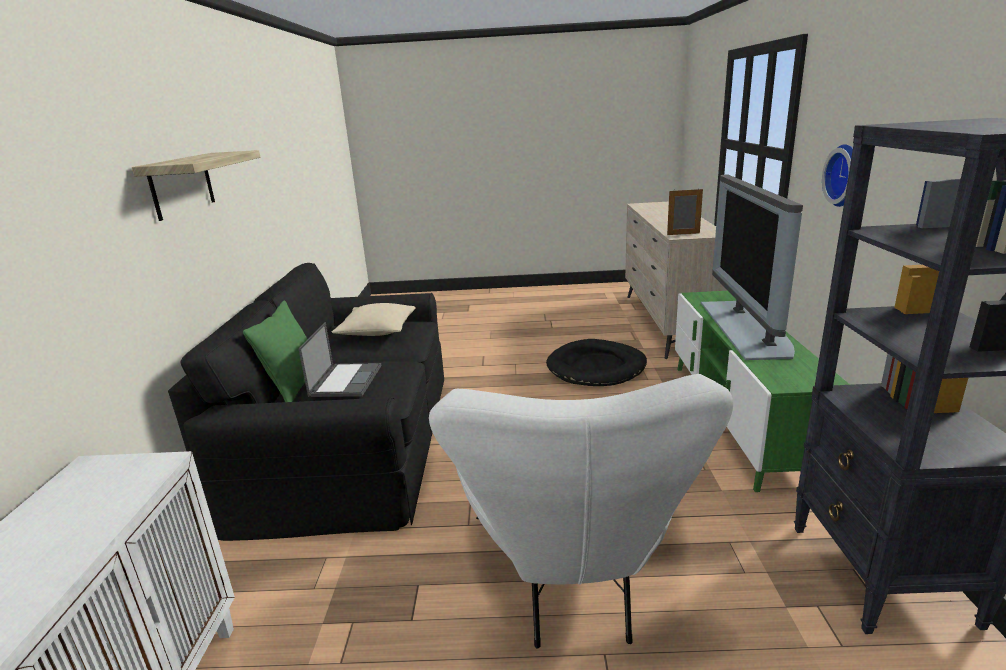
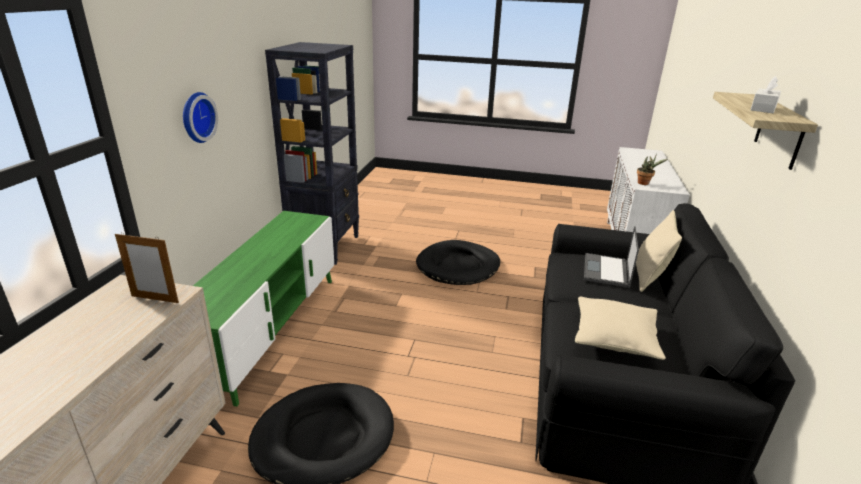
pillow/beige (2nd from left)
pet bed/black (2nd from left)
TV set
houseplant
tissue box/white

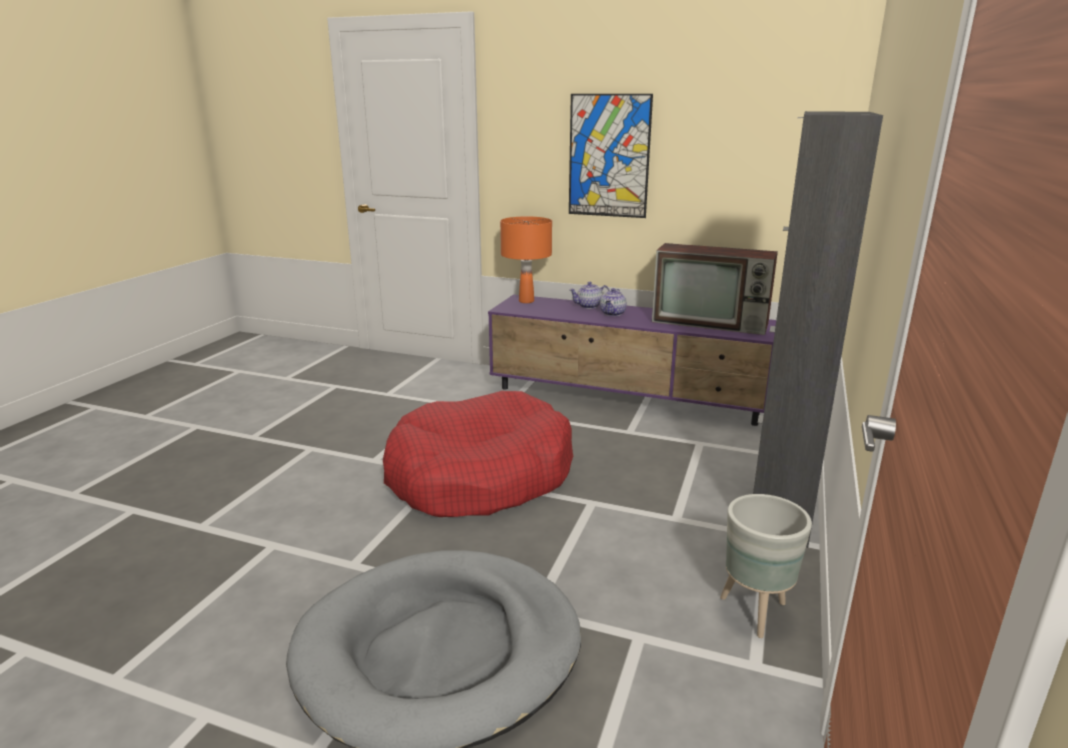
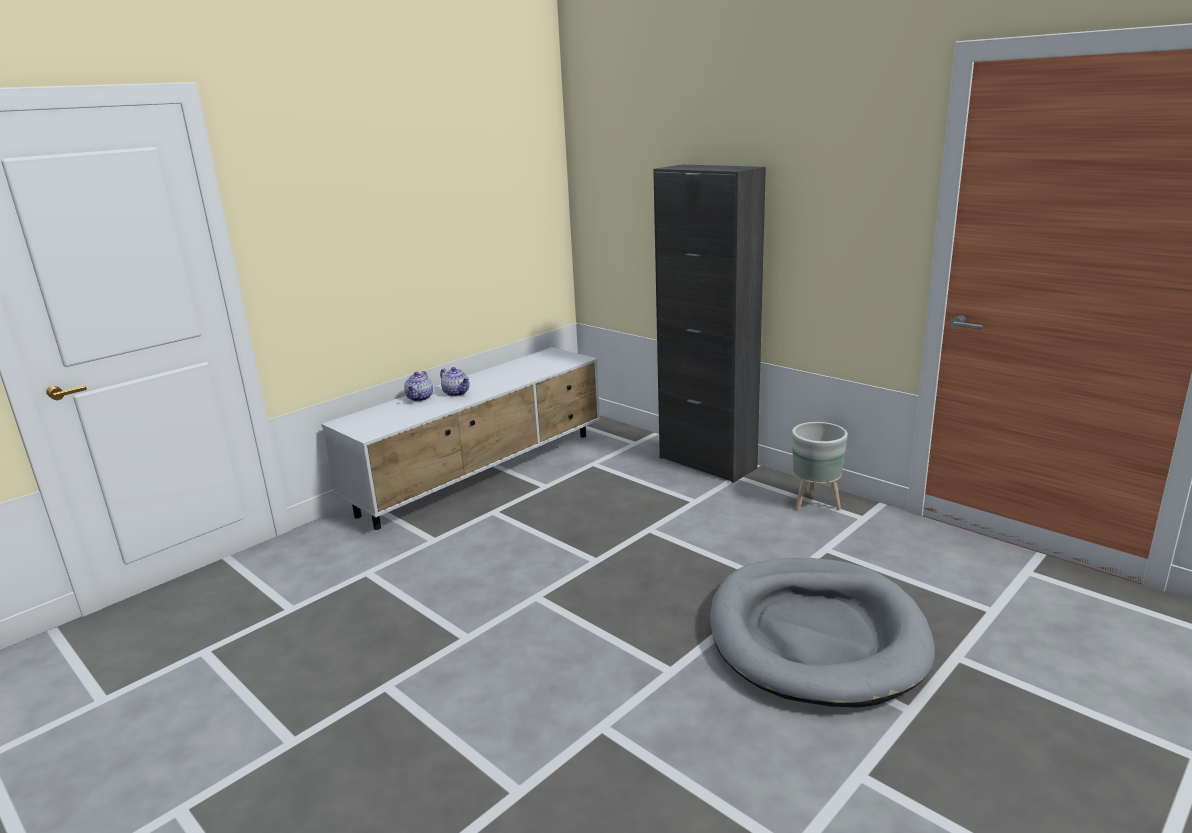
pet bed/red
tv stand/white
tabletop lamp/orange-coloured
picture
TV set

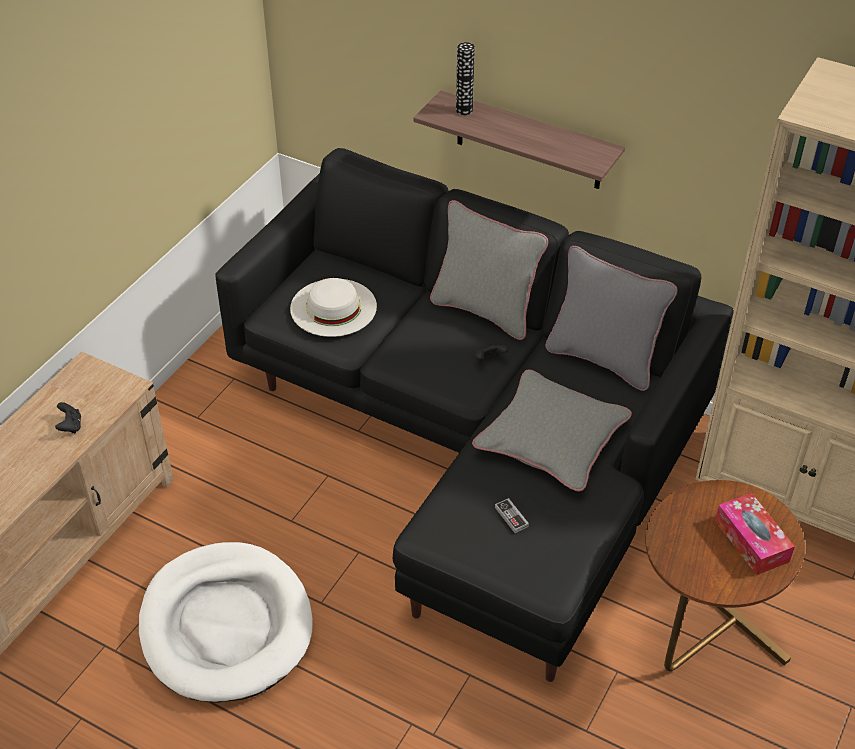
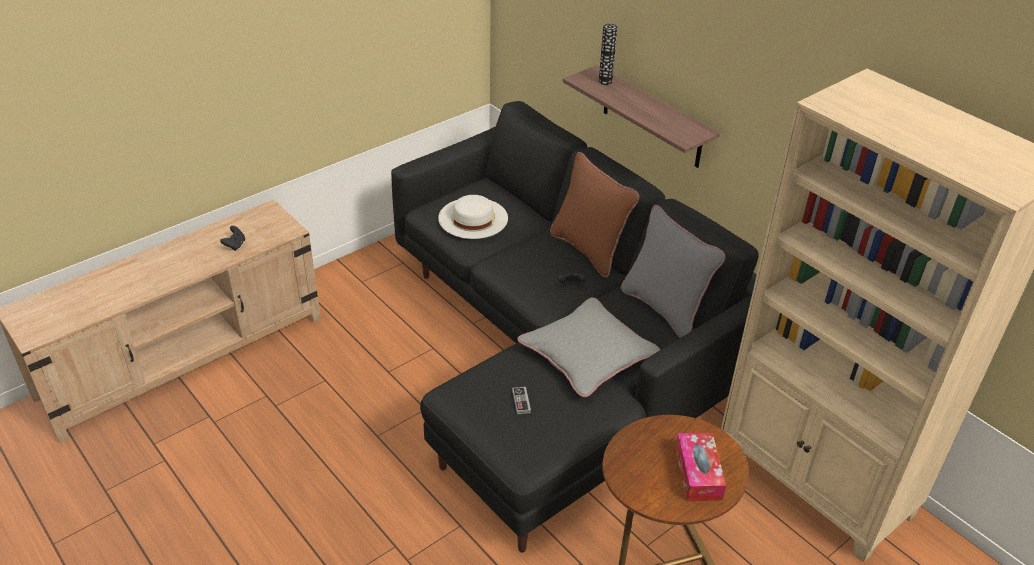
pet bed/white
pillow/brown

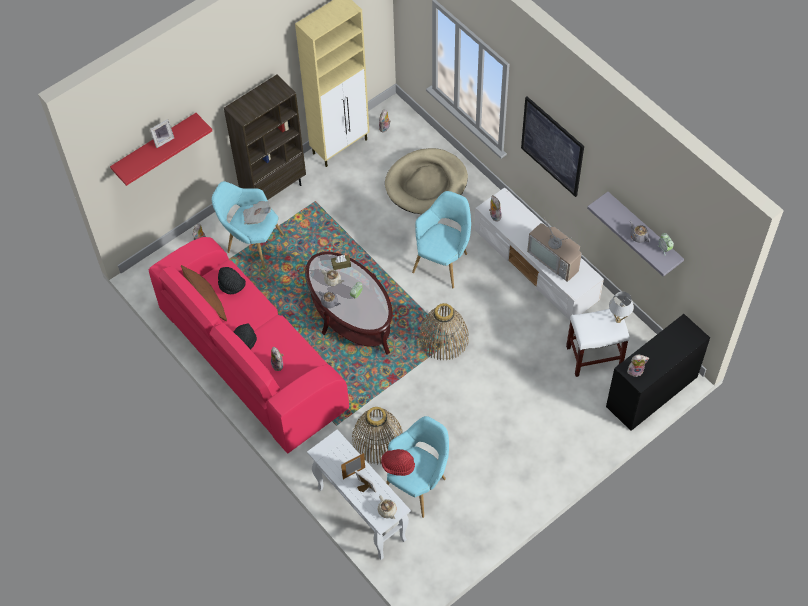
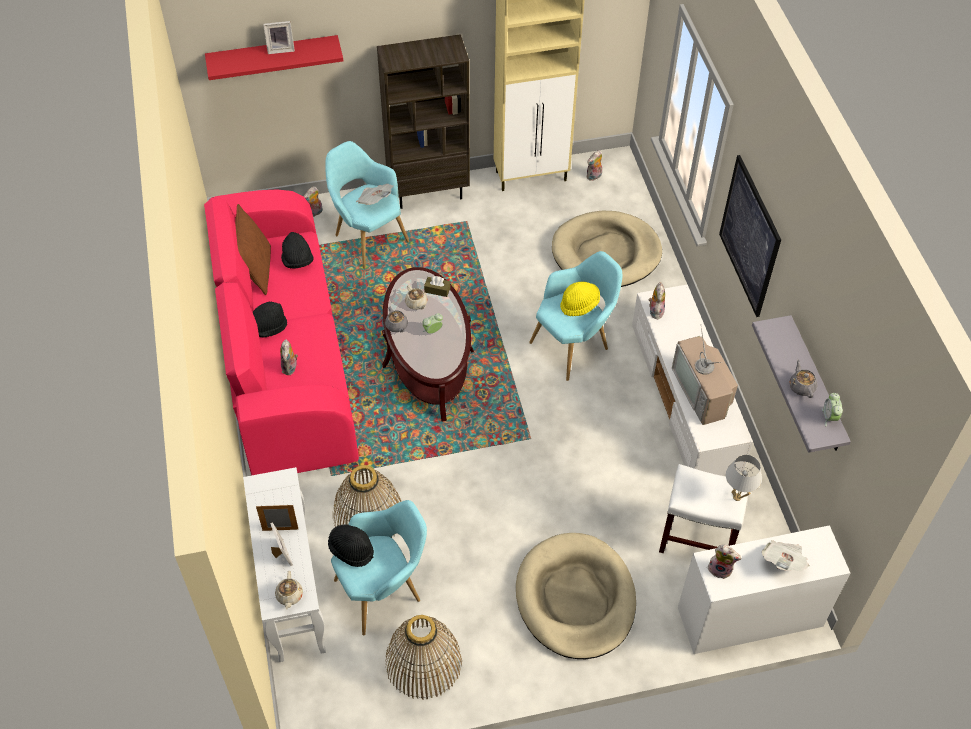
hat/black (3rd from left)
household basket (2nd from left)
desk unit/white
pet bed/beige (1st from left)
hat/yellow-coloured
newspaper (2nd from left)

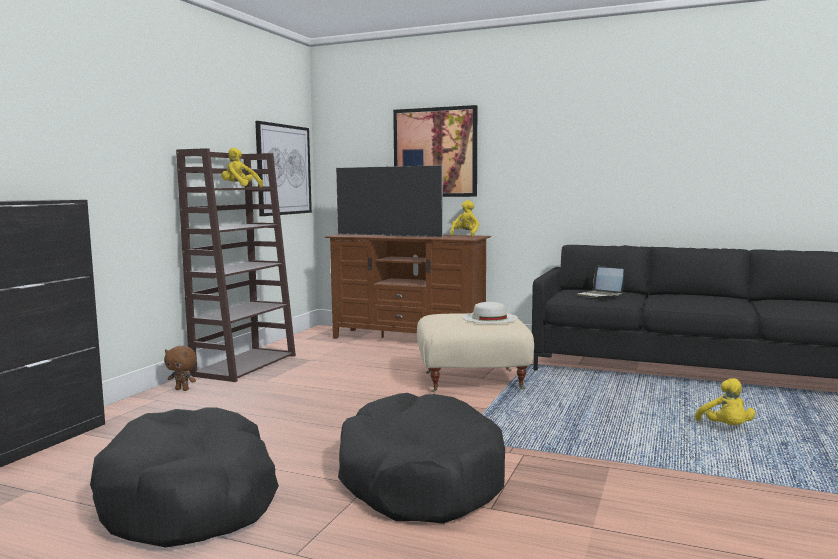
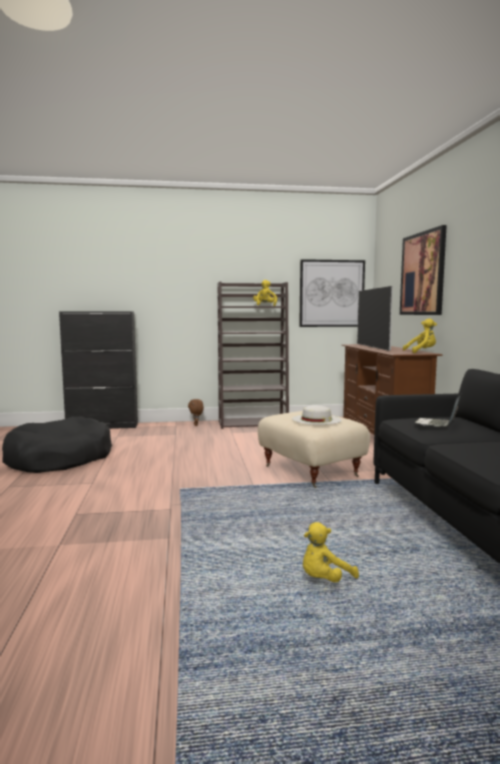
pet bed/black (2nd from left in the first image)

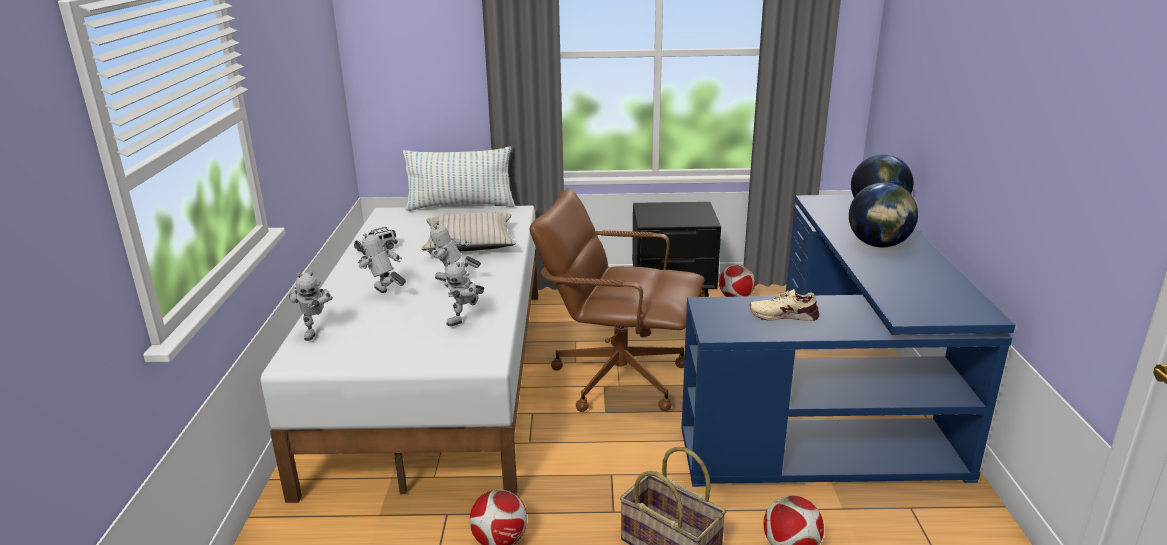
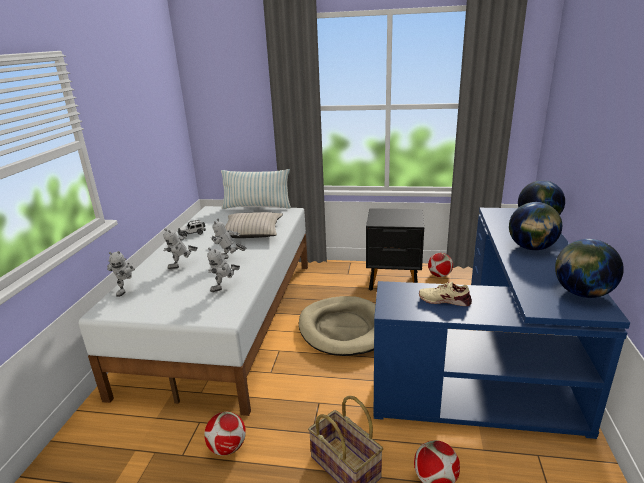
toy robot (2nd from left)
pet bed/beige
world globe (3rd from left)

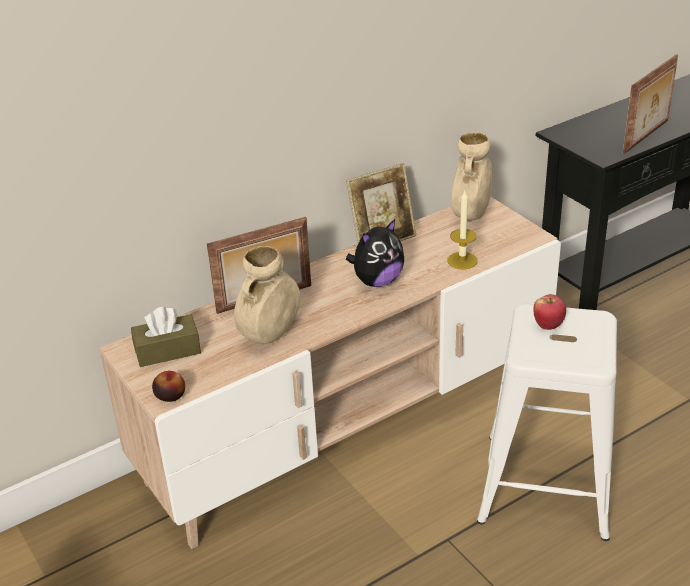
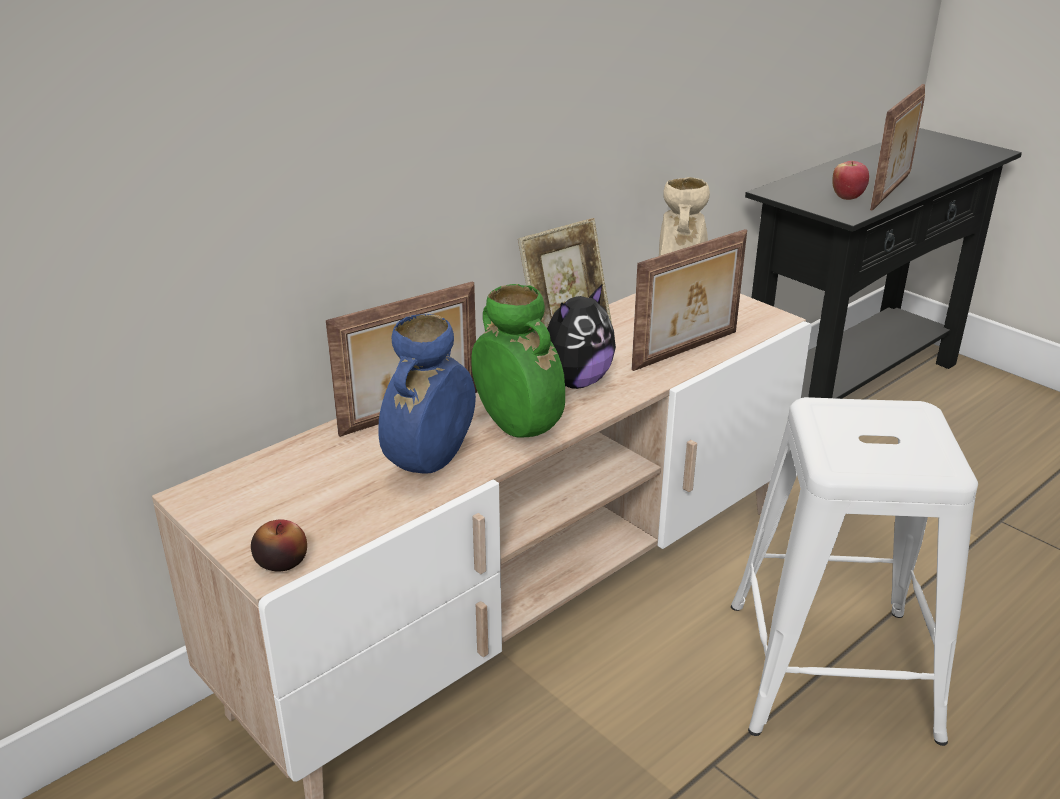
tissue box/brown
flower vase/blue-coloured
photo frame (3rd from left)
apple (2nd from left)
flower vase/green-coloured

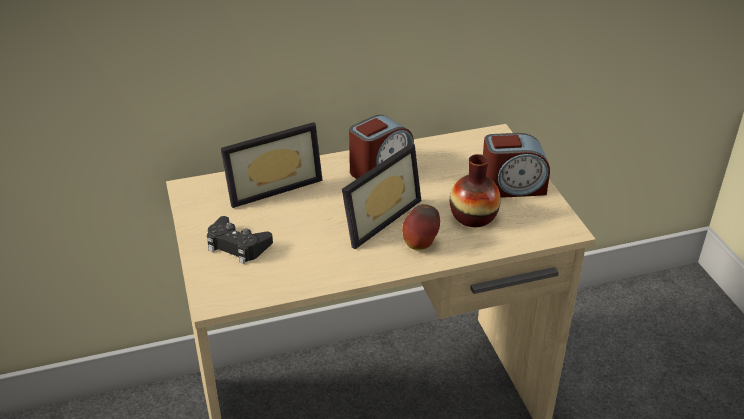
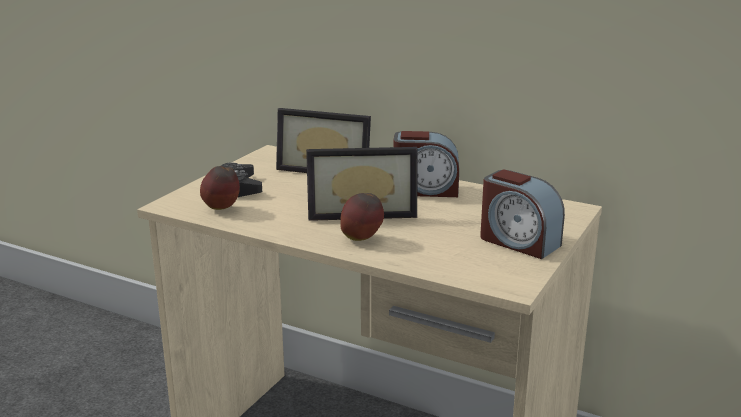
flower vase
apple (1st from left)

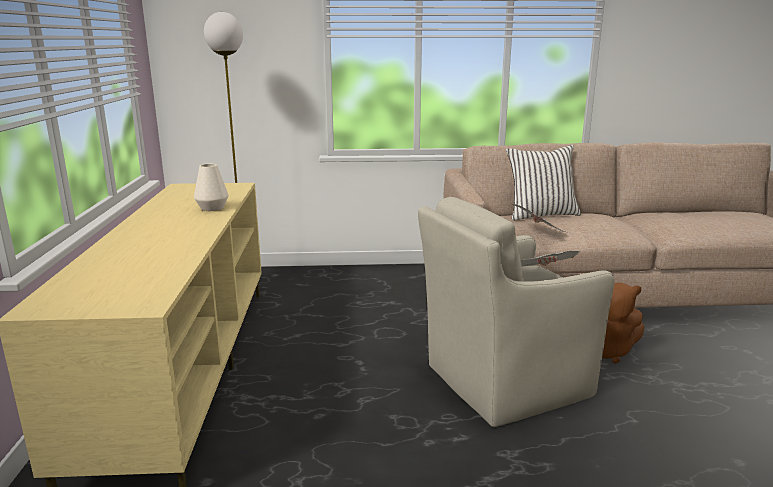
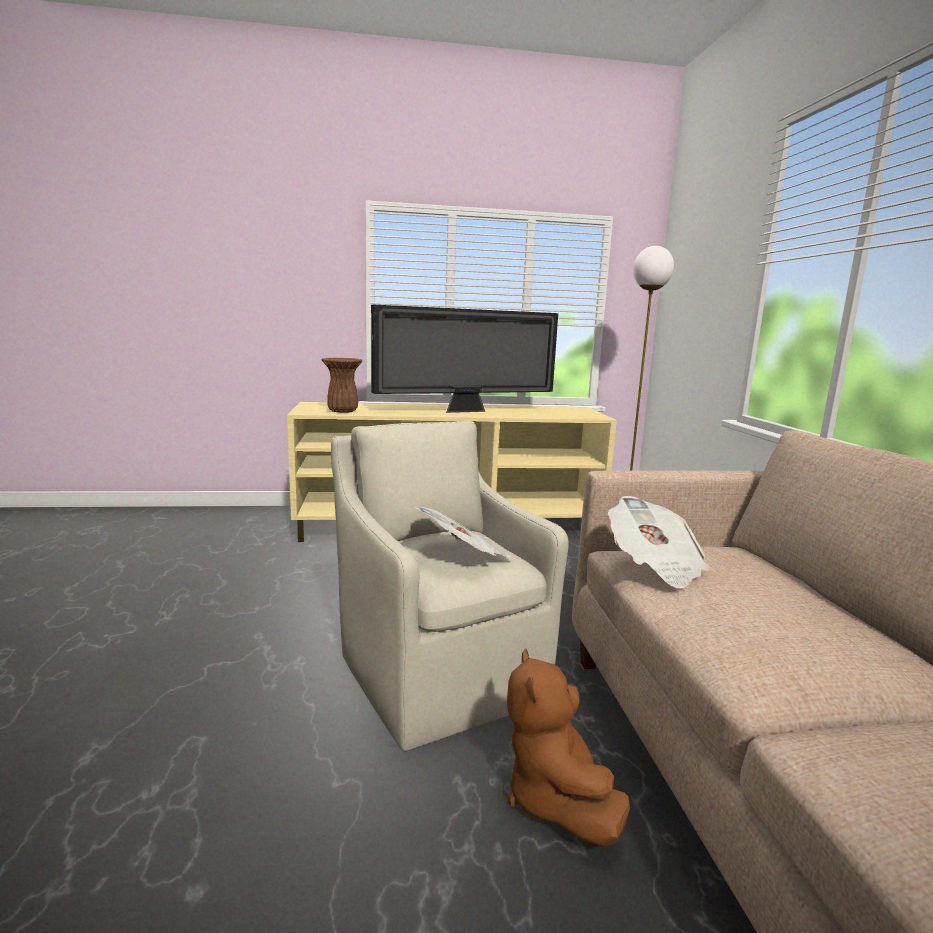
flower vase/white
pillow/white
flower vase/brown
TV set

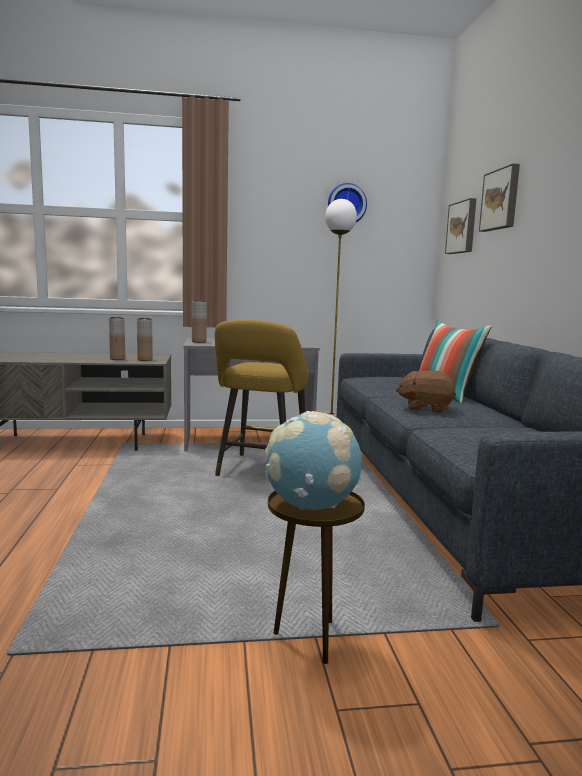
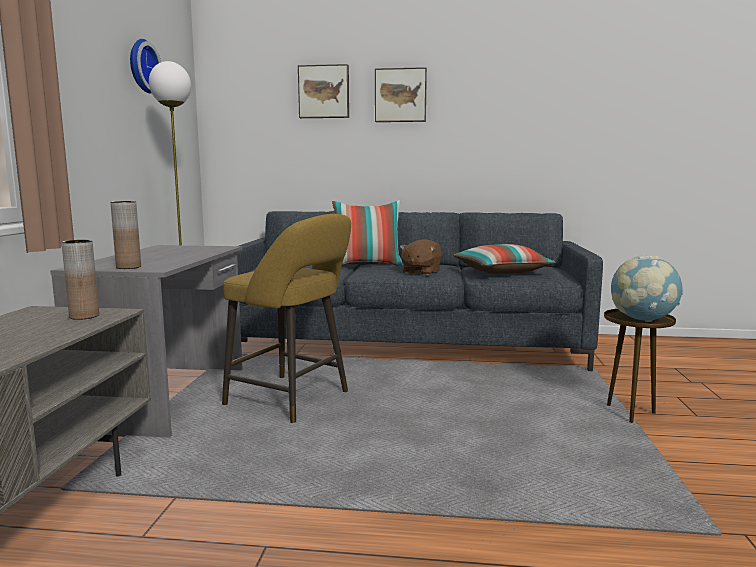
flower vase/brown (1st from left in the first image)
picture (2nd from left)
pillow (2nd from left)

